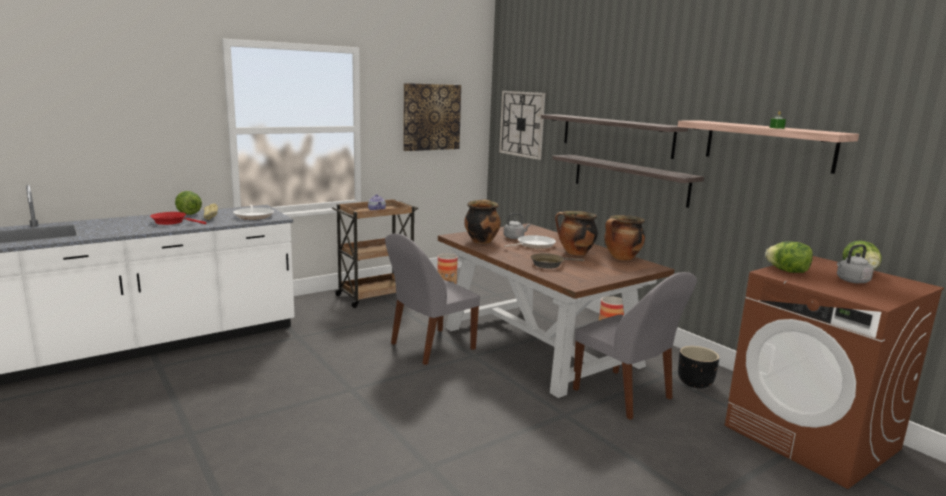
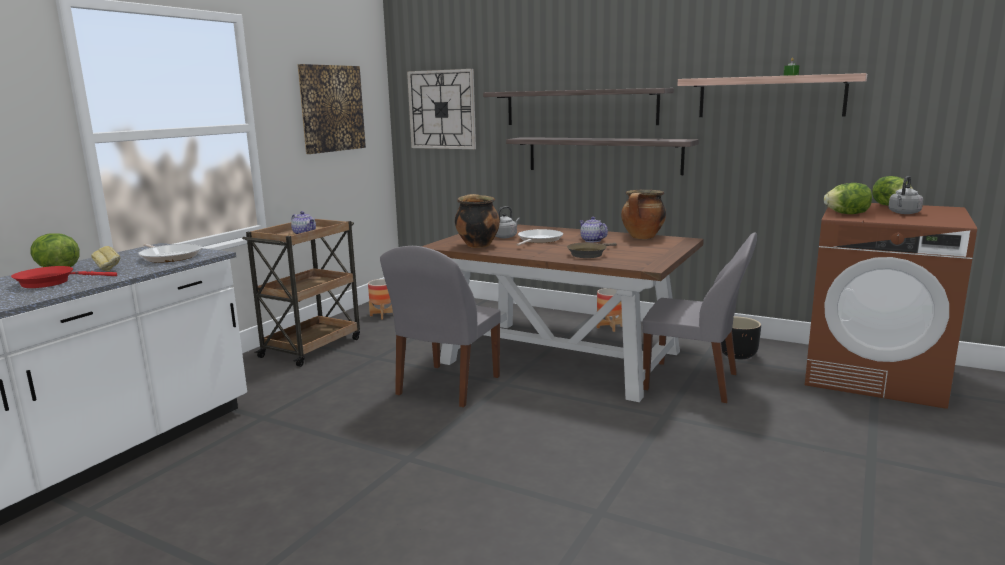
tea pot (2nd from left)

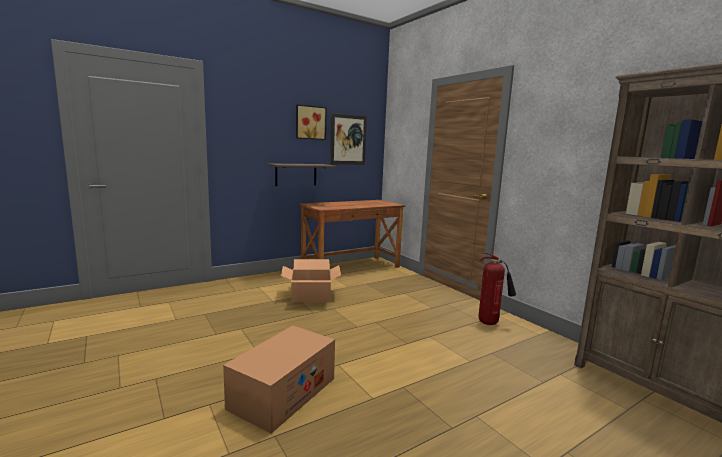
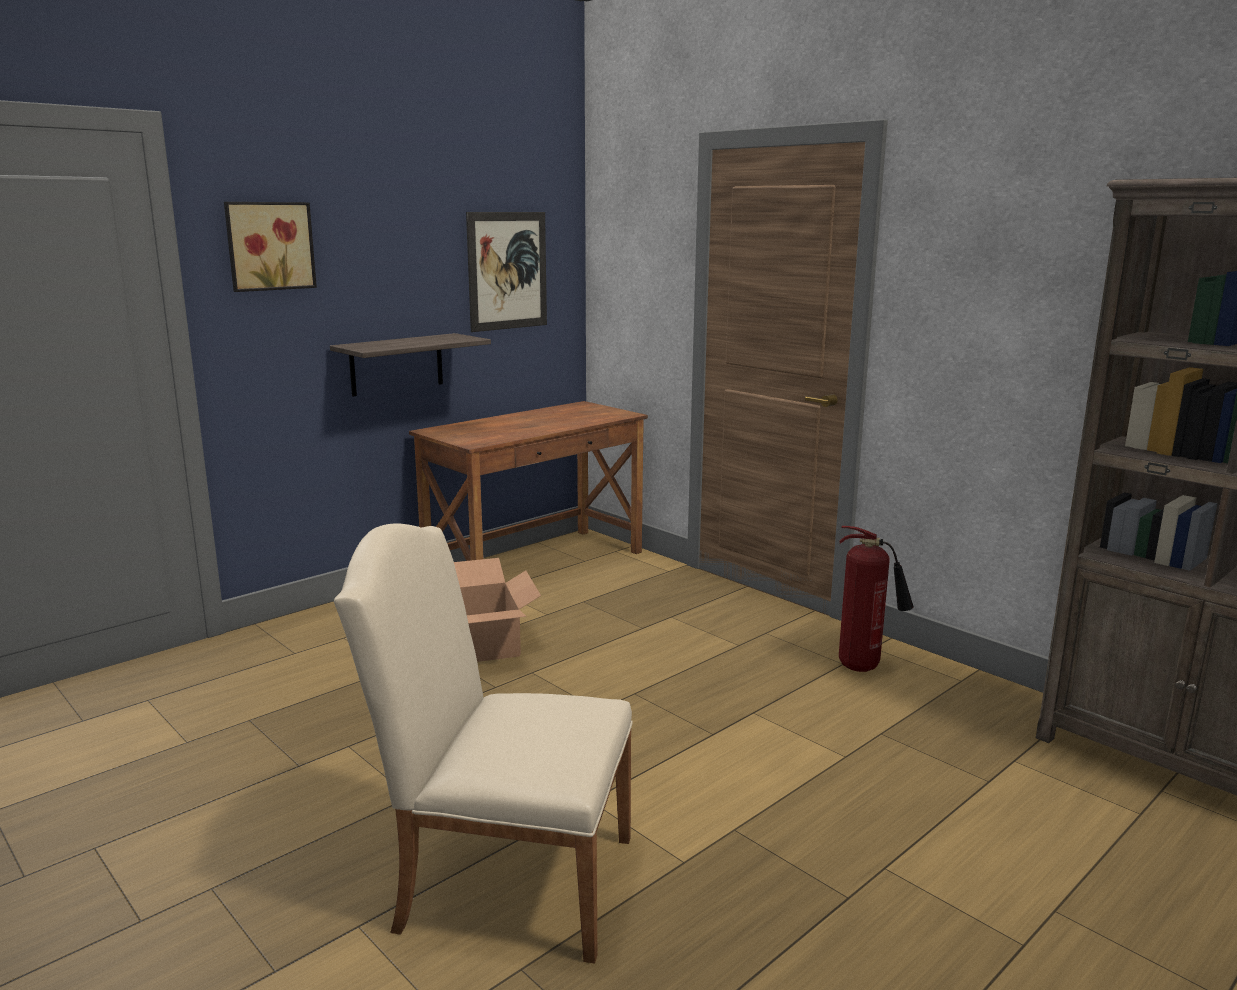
plain chair/beige
picture (1st from left)

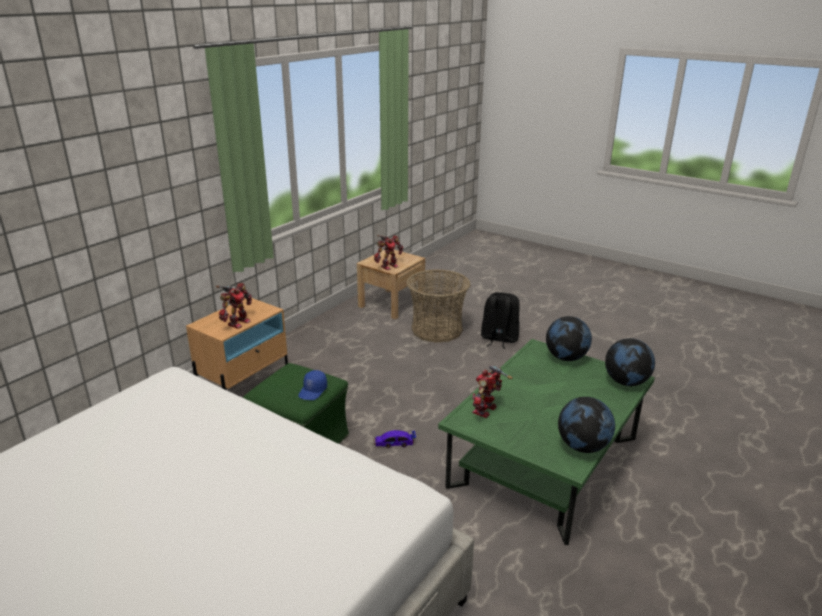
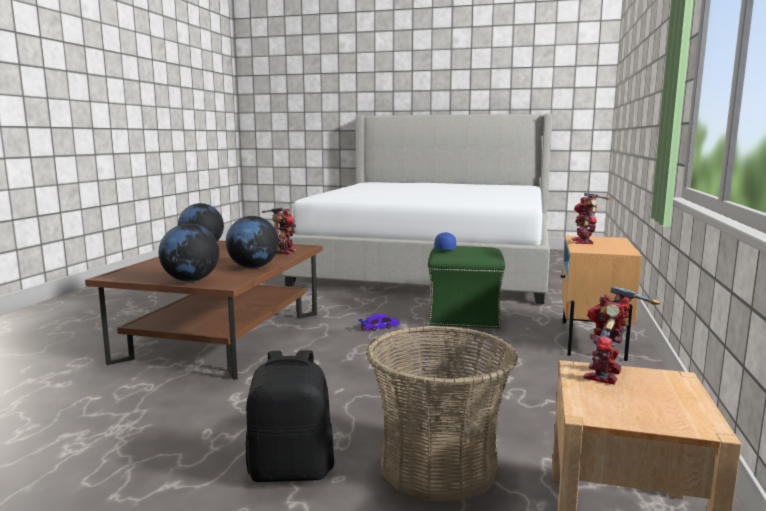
lounge table/brown
world globe (3rd from left)

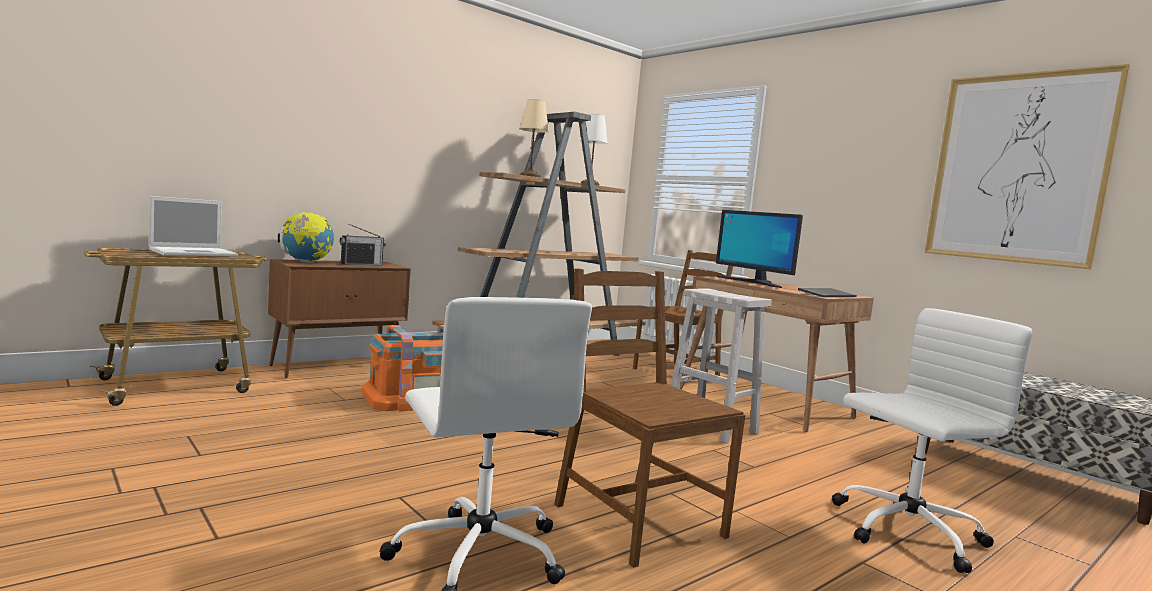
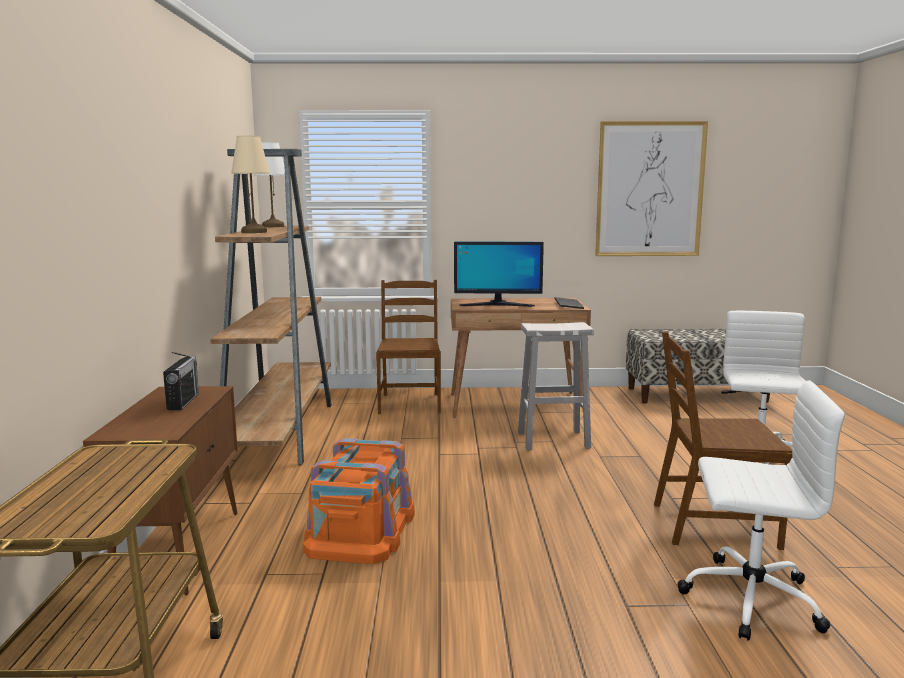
notebook computer
world globe

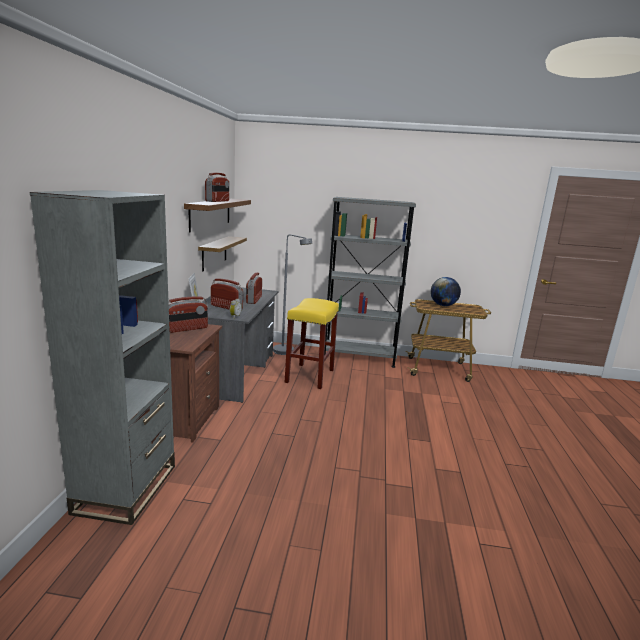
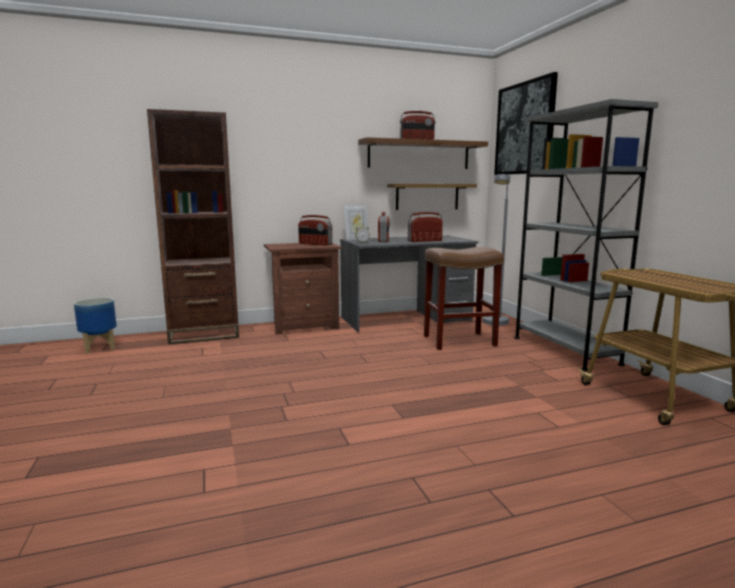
shelving unit/brown
stool seat/brown
world globe
planter
picture

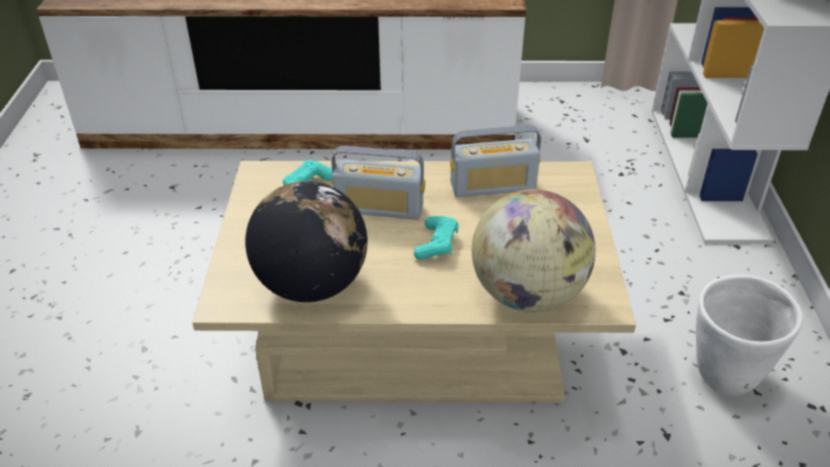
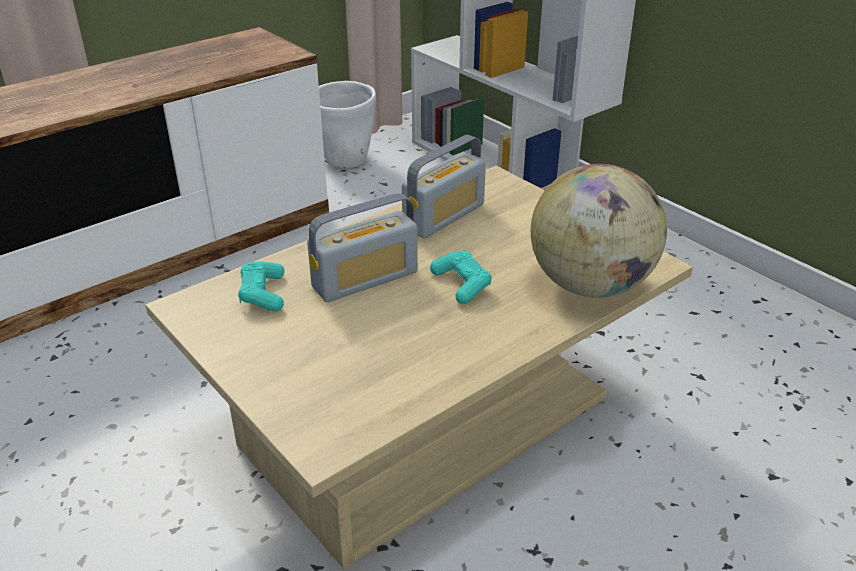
world globe (1st from left in the first image)
planter/white

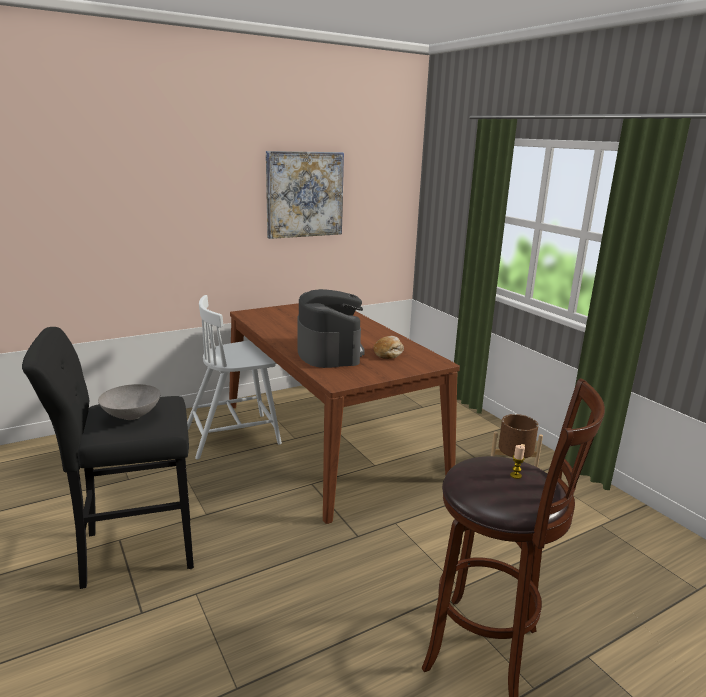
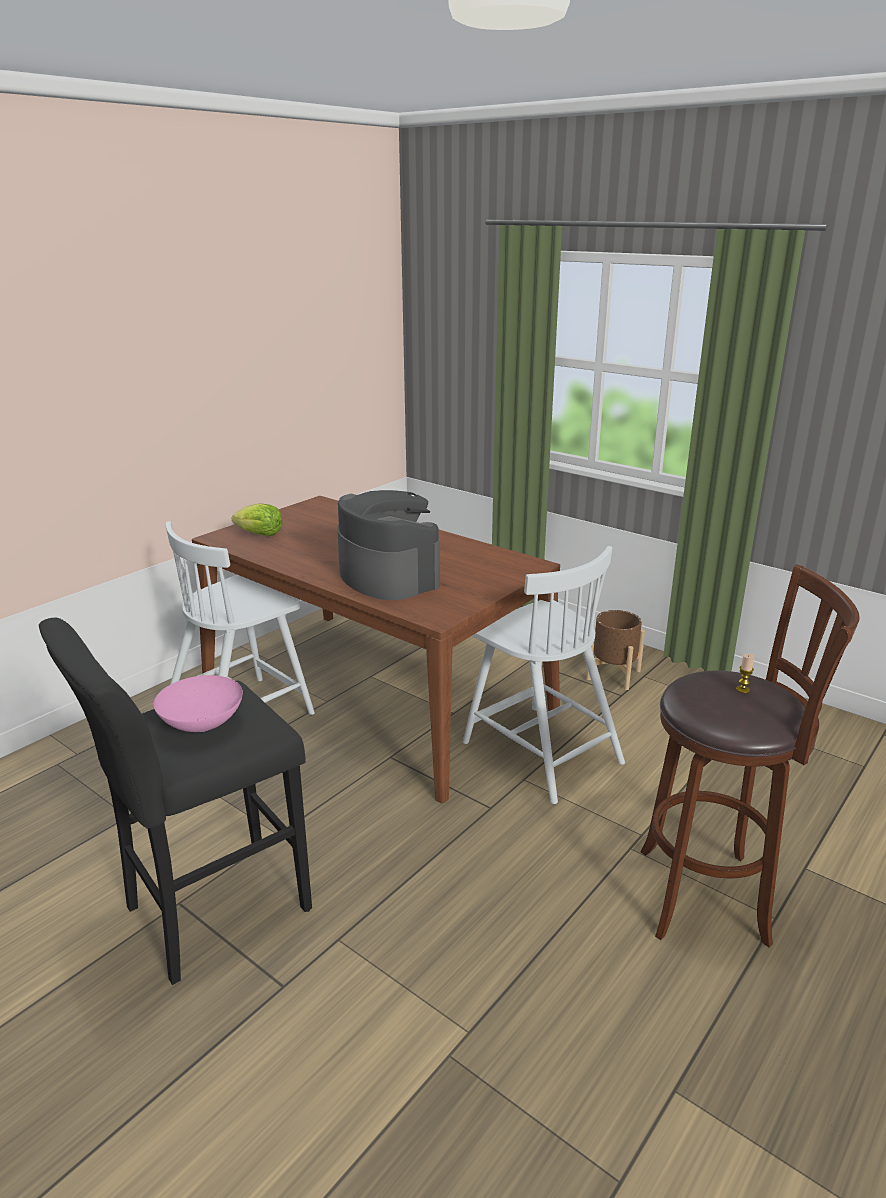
deep dish/pink-coloured
picture
bread
lettuce head
plain chair/white (2nd from left)

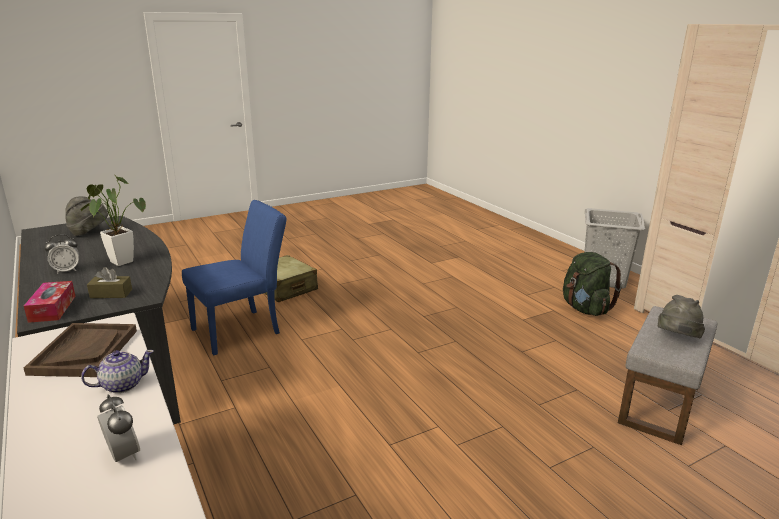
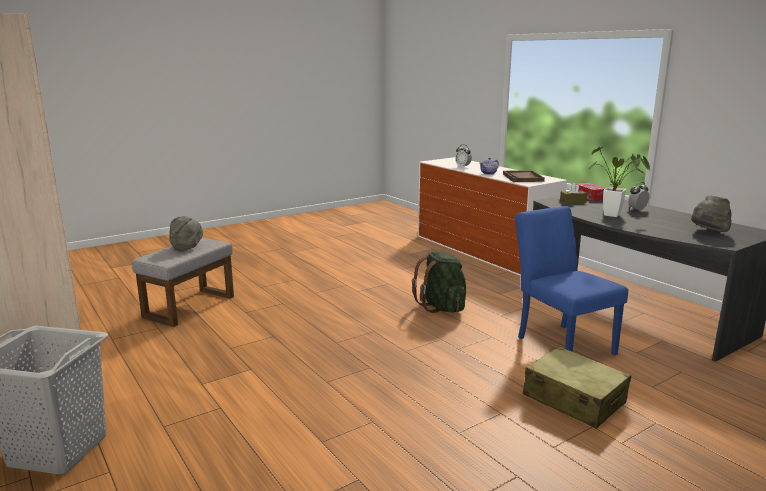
plain chair/blue-coloured
rucksack/green-coloured

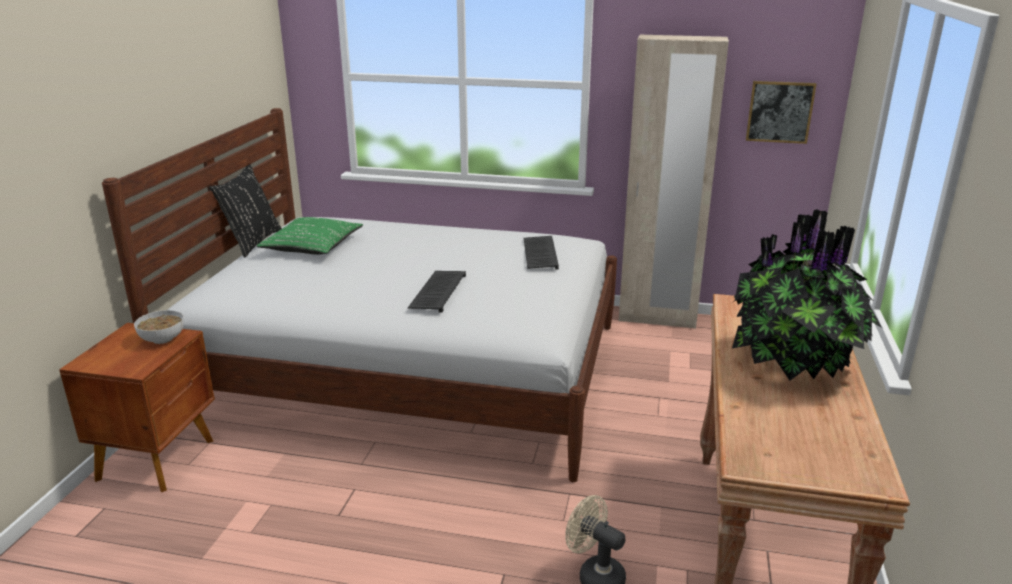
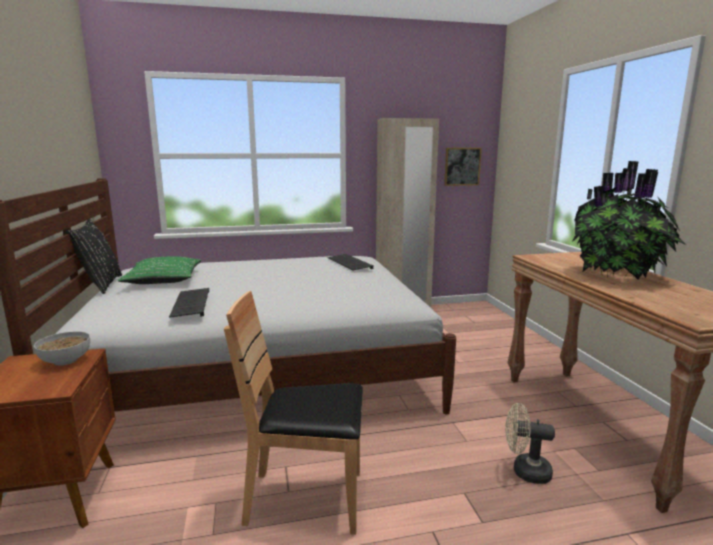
PC keyboard (1st from left)
plain chair/brown

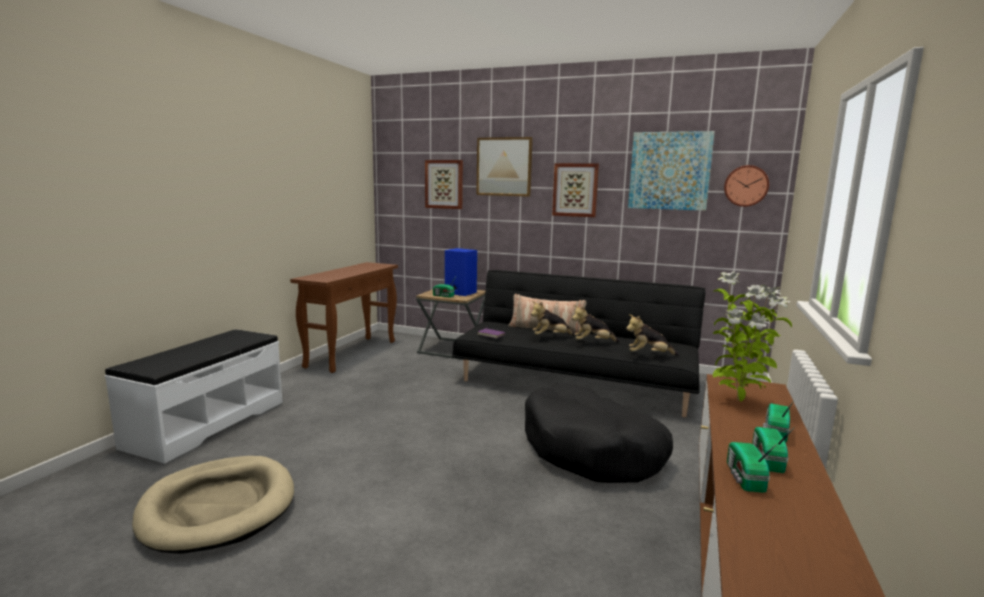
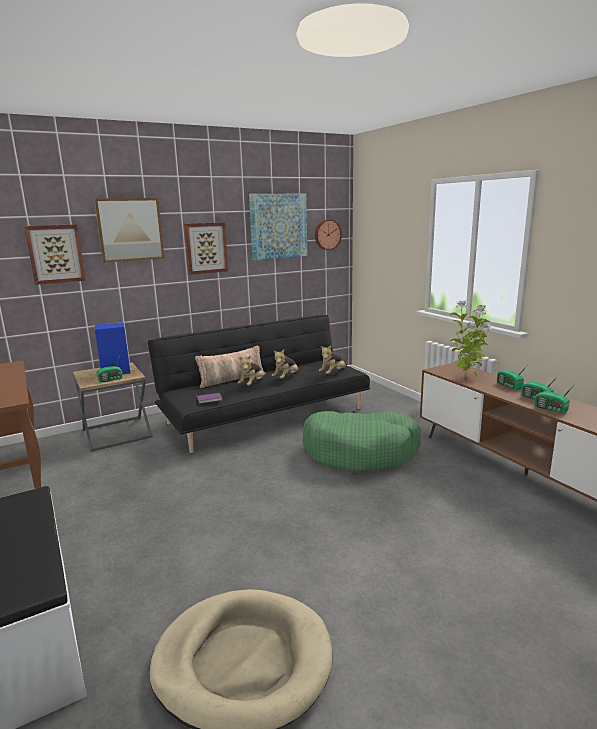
pet bed/green-coloured

